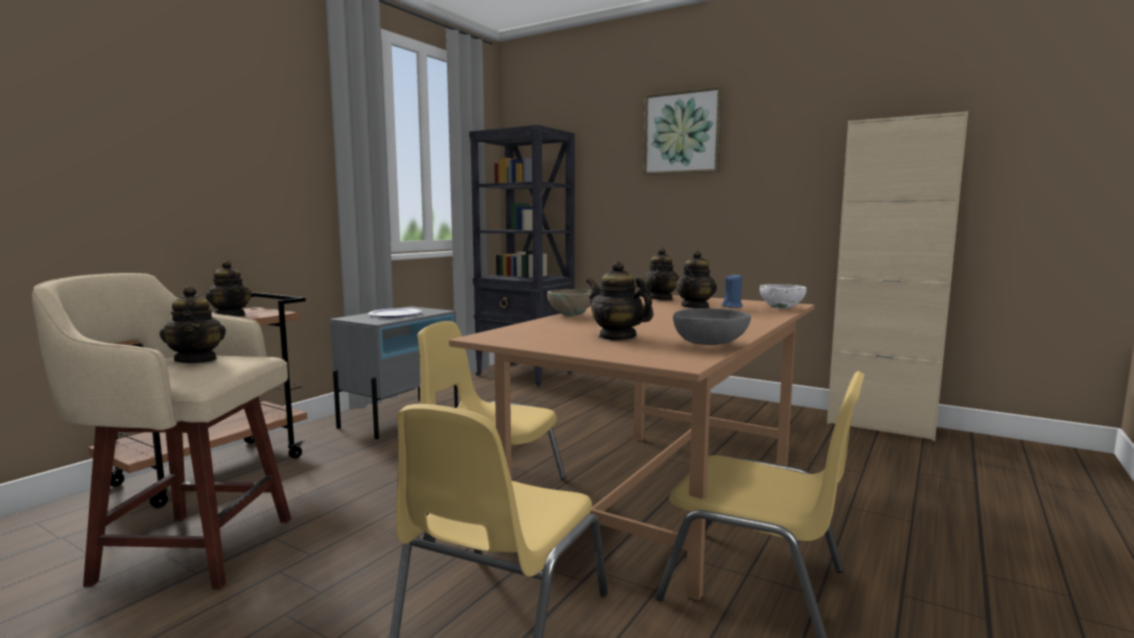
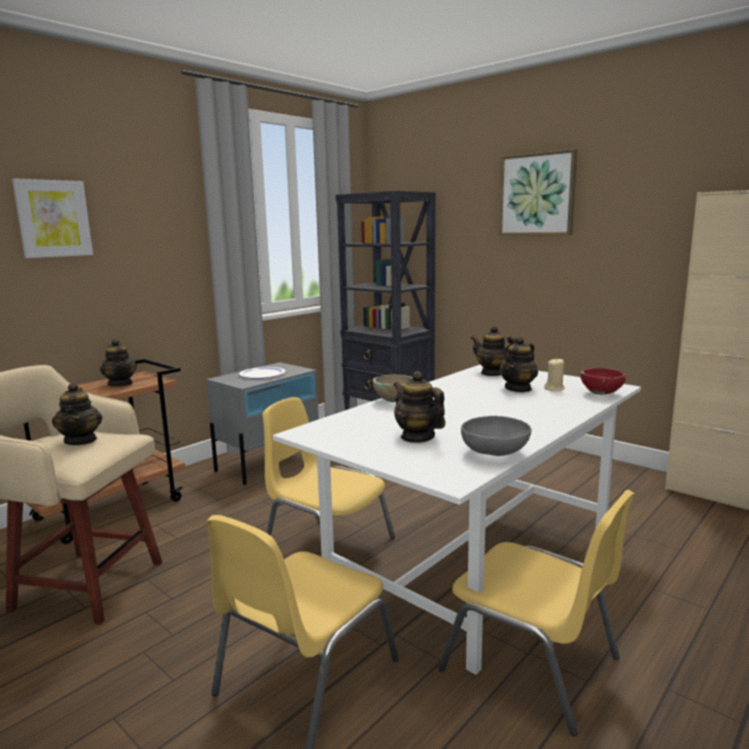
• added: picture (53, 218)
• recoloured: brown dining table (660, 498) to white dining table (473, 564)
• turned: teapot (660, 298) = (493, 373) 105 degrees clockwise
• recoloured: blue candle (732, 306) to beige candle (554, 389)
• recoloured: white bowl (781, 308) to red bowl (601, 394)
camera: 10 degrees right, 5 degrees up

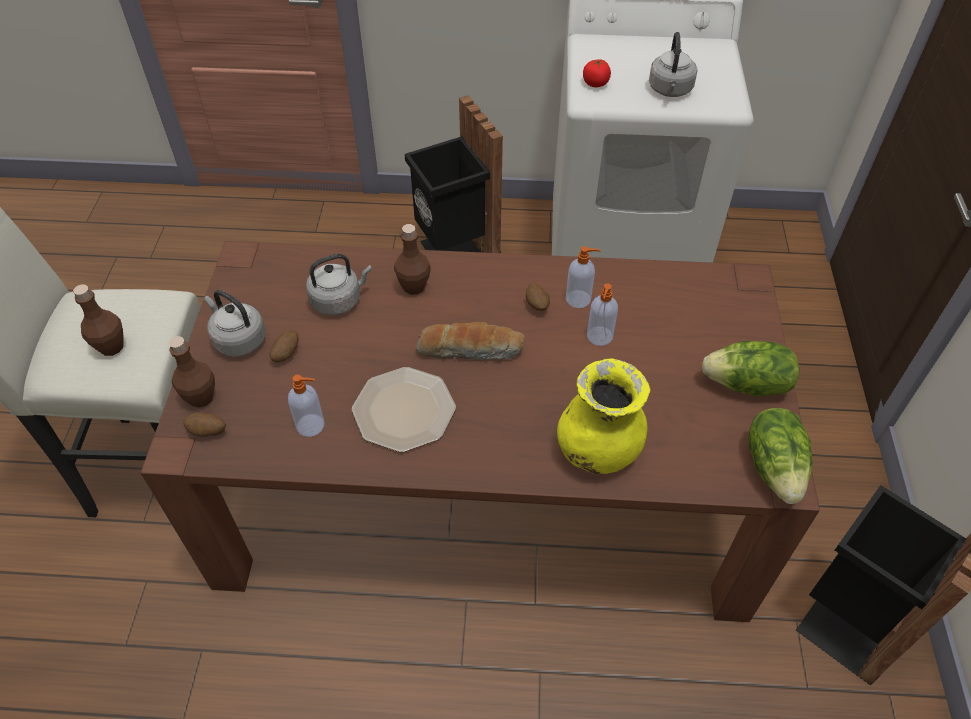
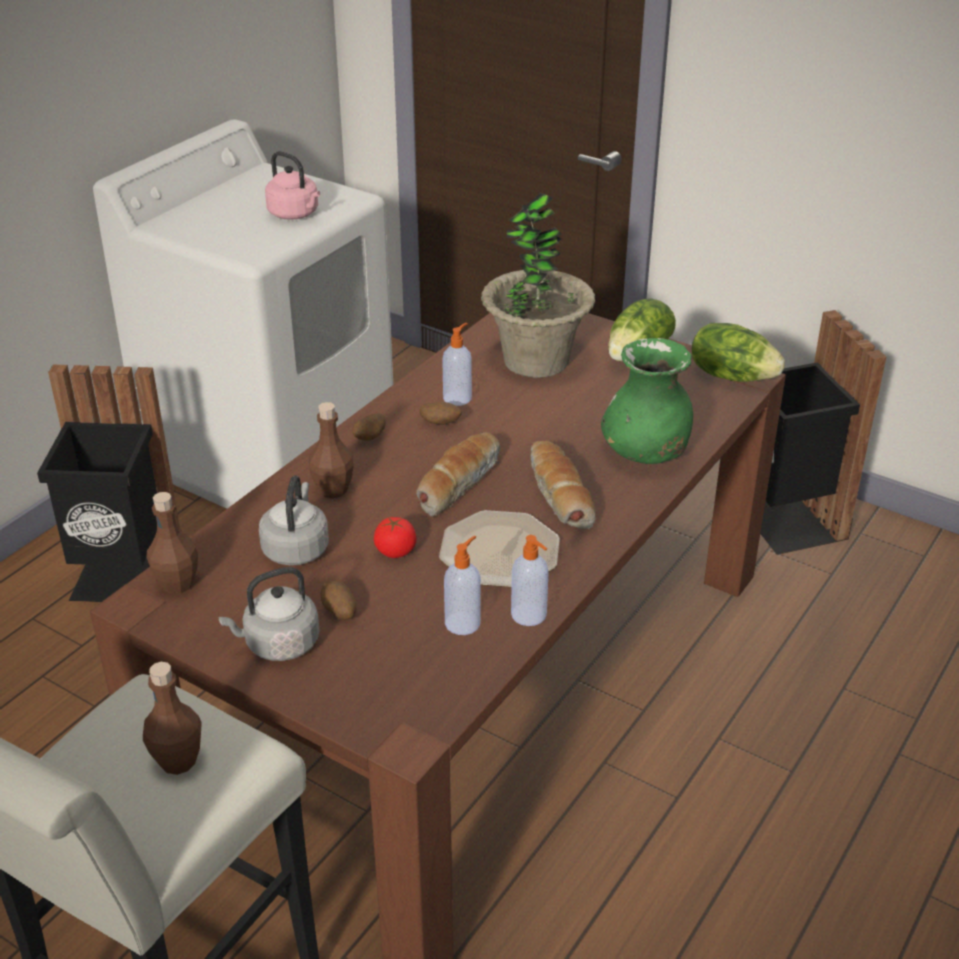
• moved: brown bottle (201, 397) to (177, 584)
• recoloured: grey kettle (670, 90) to pink kettle (295, 214)
• moved: potato (207, 432) to (370, 438)
• moved: tomato (595, 83) to (395, 550)
• added: potted plant (535, 361)
• moved: soap dispenser (599, 337) to (529, 615)
• added: bread (558, 495)
• recoloured: yellow vase (598, 450) to green vase (646, 454)
camera: 60 degrees left, 15 degrees down

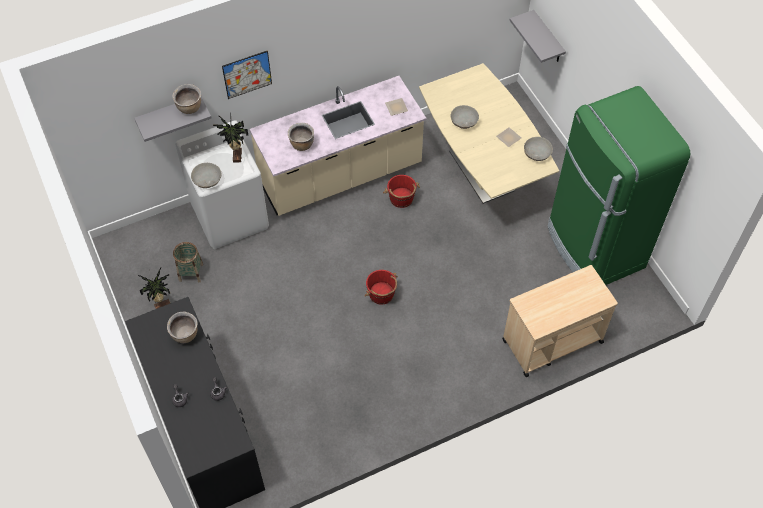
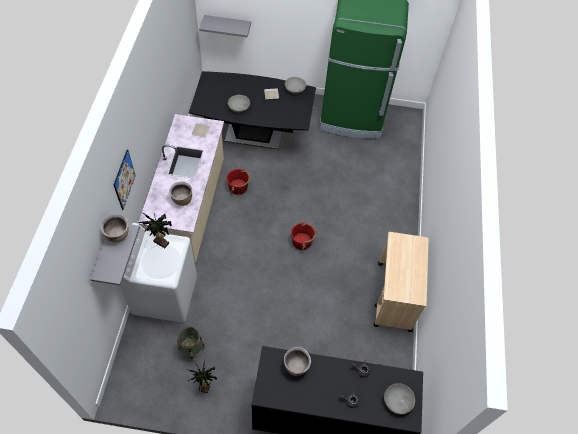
• recoloured: beige dining table (481, 171) to black dining table (254, 135)
• moved: beige cart (551, 341) to (394, 297)
• moved: grey bowl (207, 180) to (398, 401)
camera: 60 degrees left, 0 degrees up

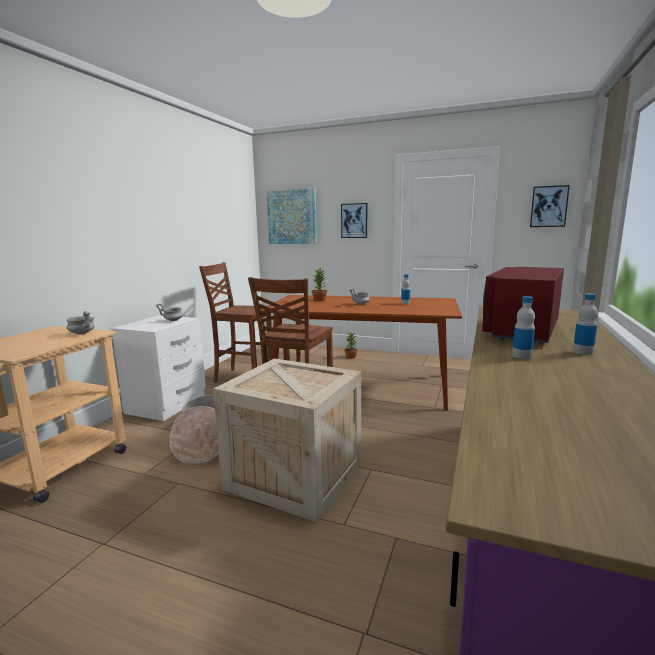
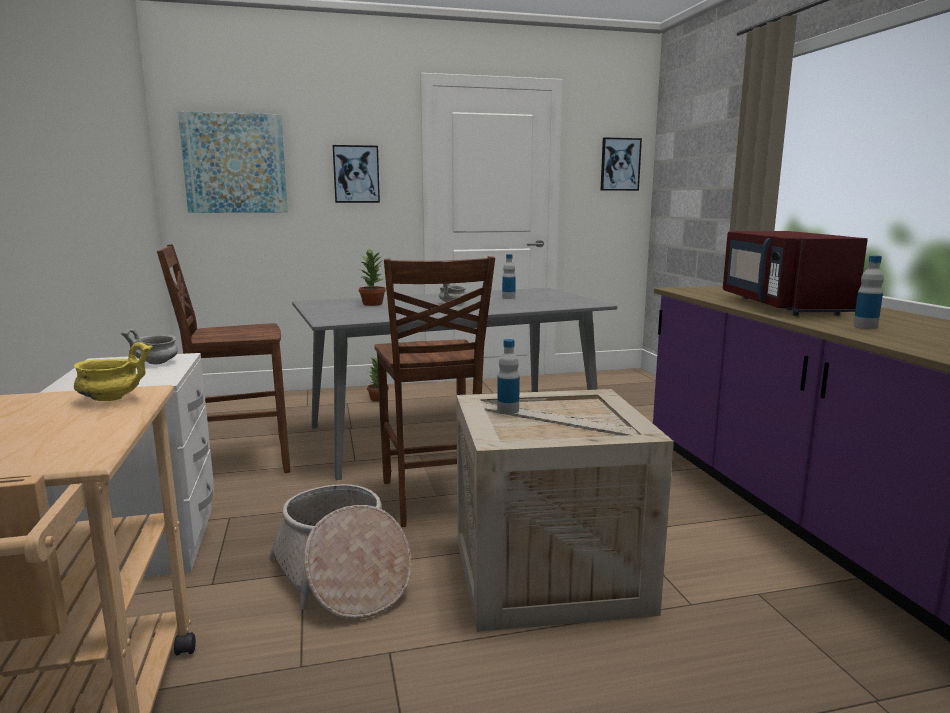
• recoloured: grey bowl (83, 333) to yellow bowl (113, 399)
• recoloured: brown dining table (362, 385) to grey dining table (453, 433)
• moved: bottle (583, 352) to (508, 410)
camera: 35 degrees left, 0 degrees up

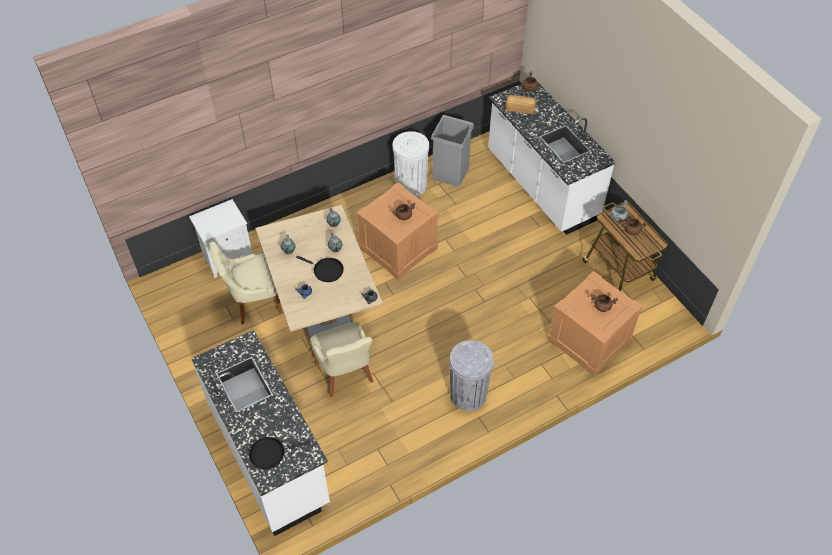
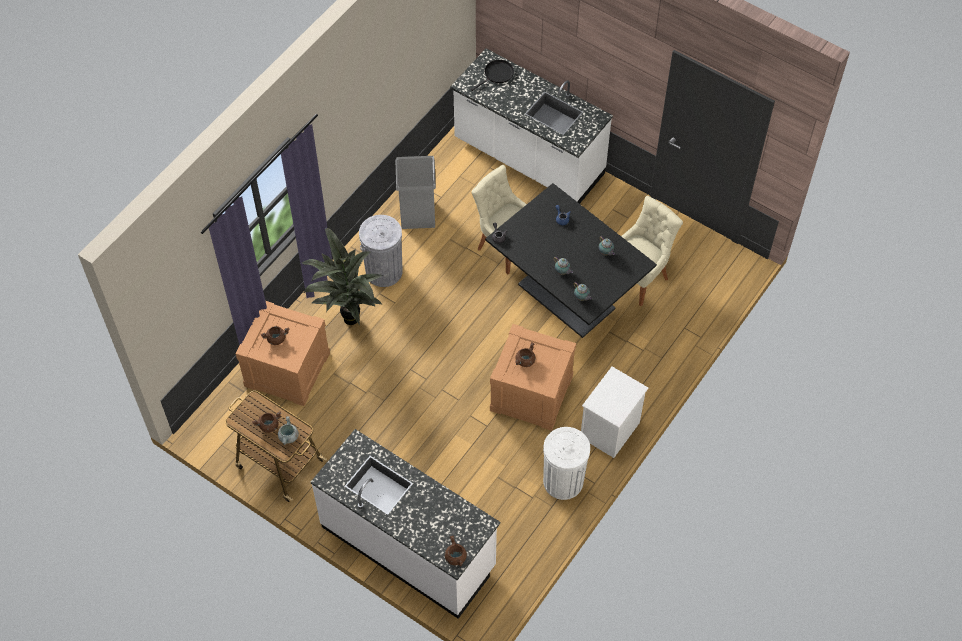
• added: potted plant (348, 321)
• moved: grey trash can (450, 173) to (418, 214)
• recoloured: beige dining table (323, 309) to black dining table (566, 296)
• moved: white nightstand (228, 257) to (610, 431)
• removed: black frying pan (326, 270)
• removed: bread (520, 108)
camera: 155 degrees right, 5 degrees up

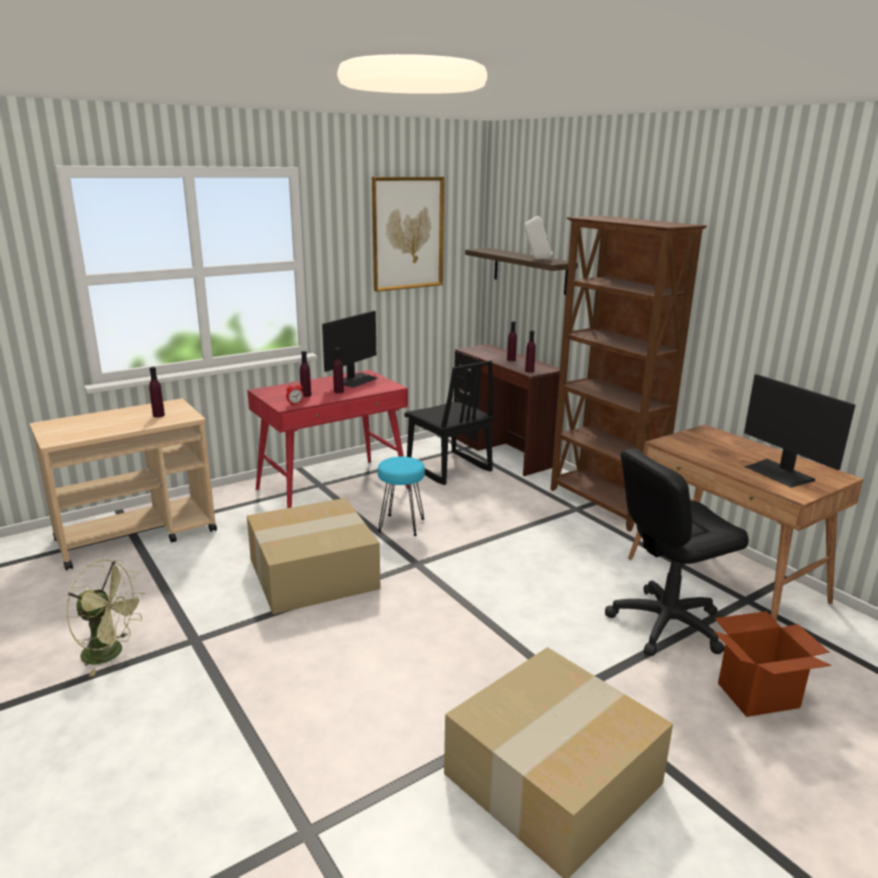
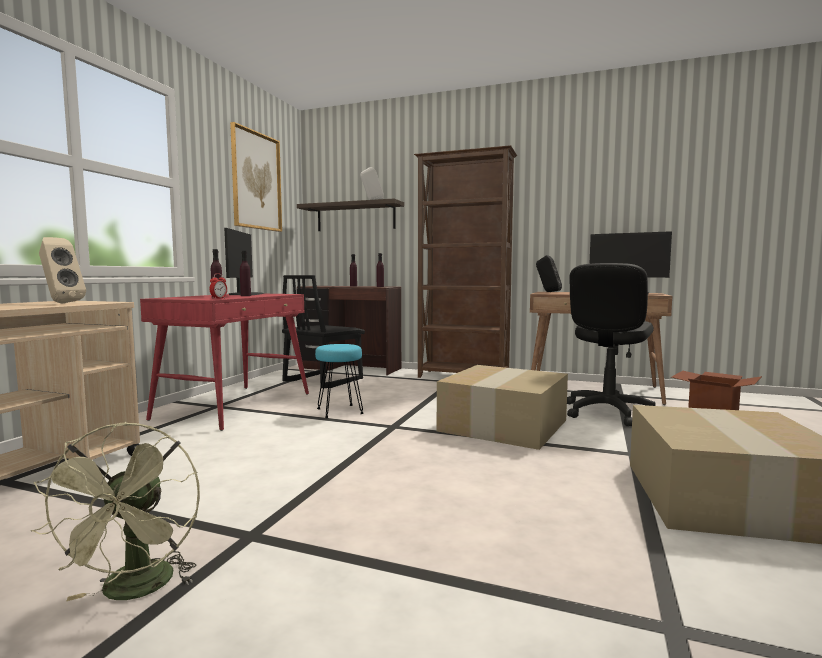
• turned: green fan (111, 653) = (135, 591) 105 degrees clockwise
• replaced: purple bottle (158, 415) to beige speaker (61, 303)
• turned: black chair (448, 468) = (322, 381) 105 degrees clockwise
• moved: cardboard box (314, 572) to (502, 424)
• added: black speaker (548, 292)
camera: 35 degrees left, 15 degrees down

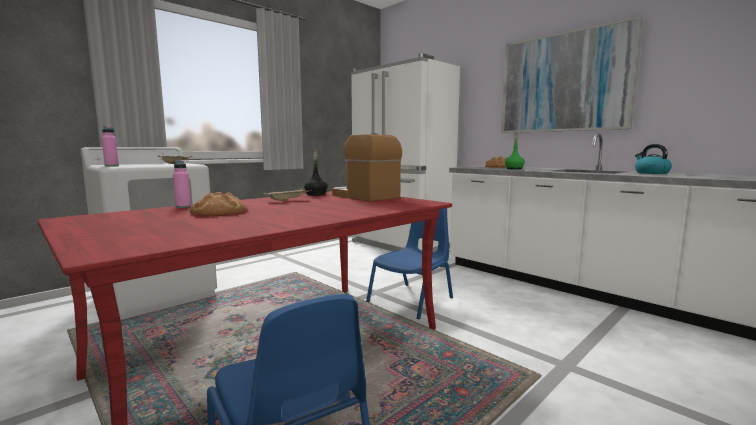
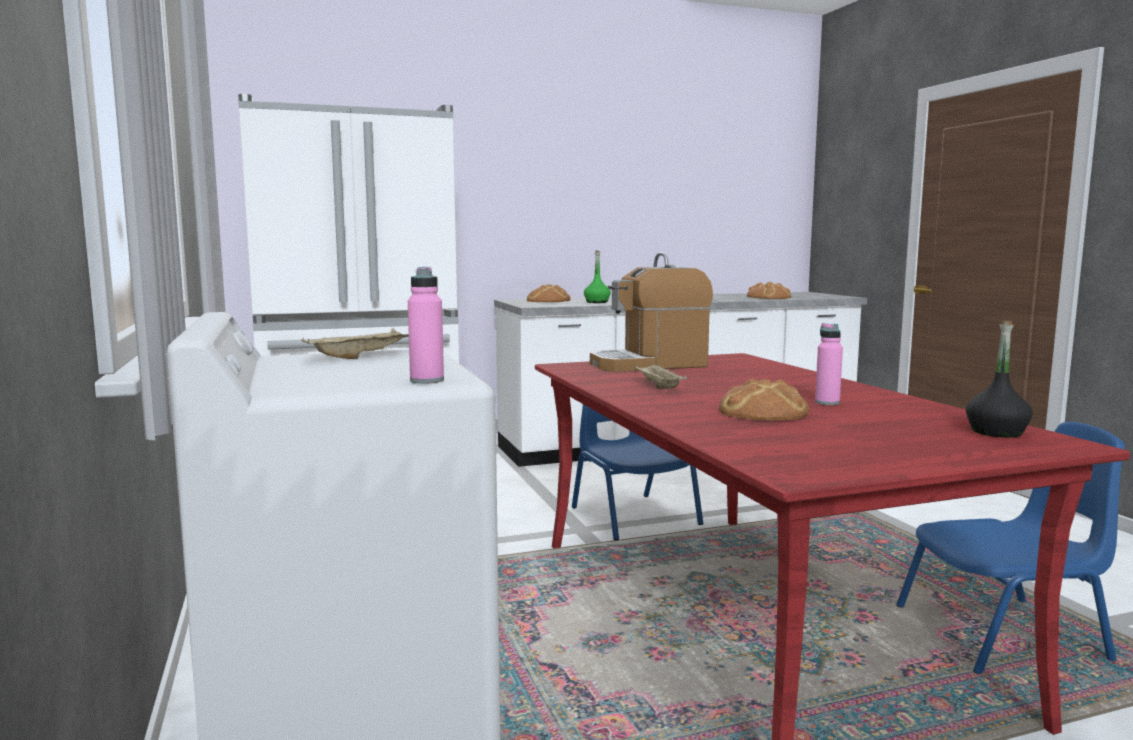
• added: bread (769, 297)
• moved: pink bottle (183, 207) to (827, 402)
• moved: black bottle (316, 194) to (996, 432)
• removed: picture (564, 83)
• removed: kettle (651, 173)
camera: 65 degrees left, 0 degrees up

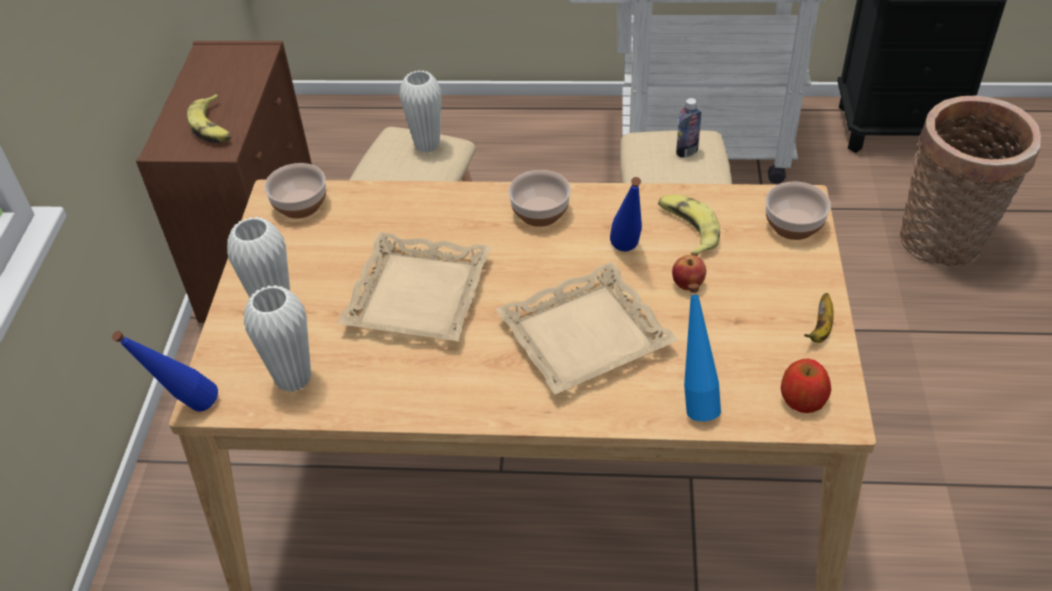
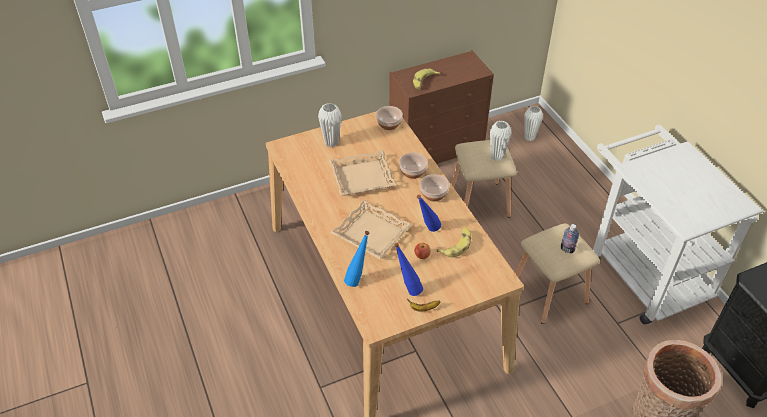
• moved: blue bottle (187, 409) to (407, 288)
• moved: bowl (792, 225) to (412, 171)
• moved: white vase (293, 378) to (529, 137)
• removed: apple (803, 398)
camera: 60 degrees right, 0 degrees up

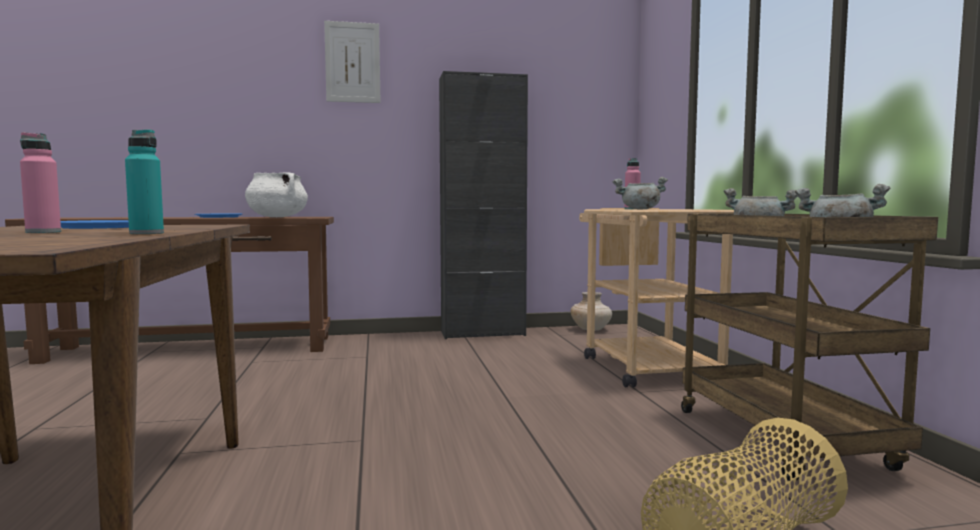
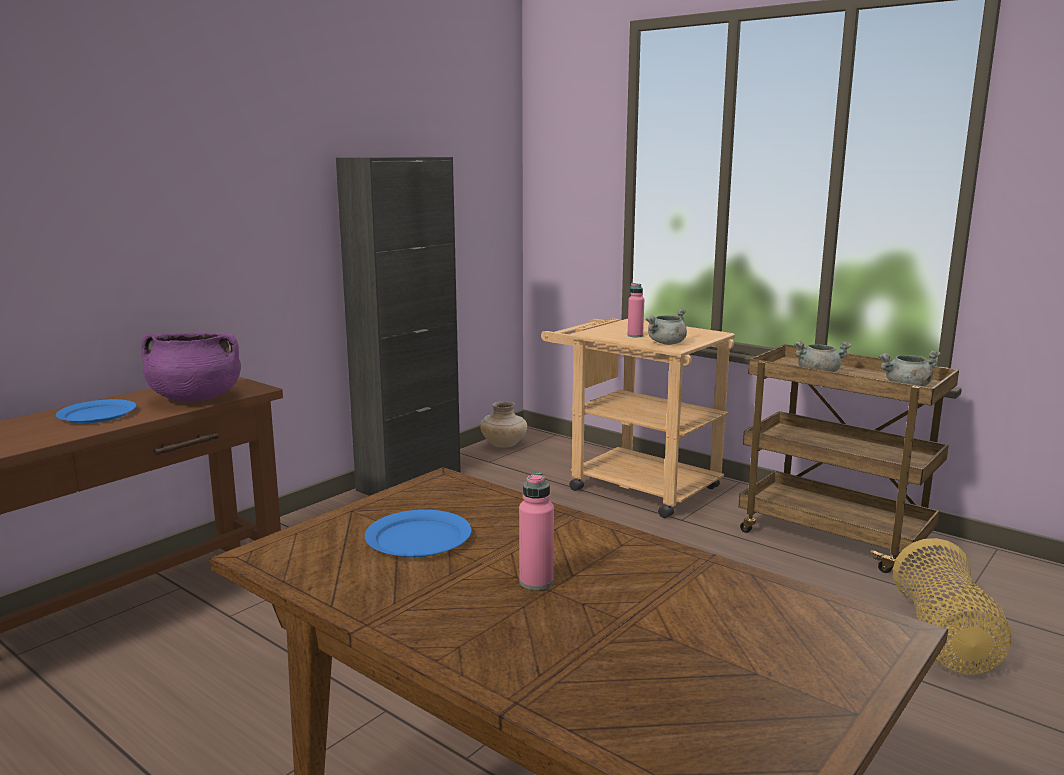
• recoloured: white cooking pot (277, 217) to purple cooking pot (195, 398)
• removed: turquoise bottle (146, 233)
• removed: picture (352, 62)
camera: 40 degrees left, 10 degrees up

